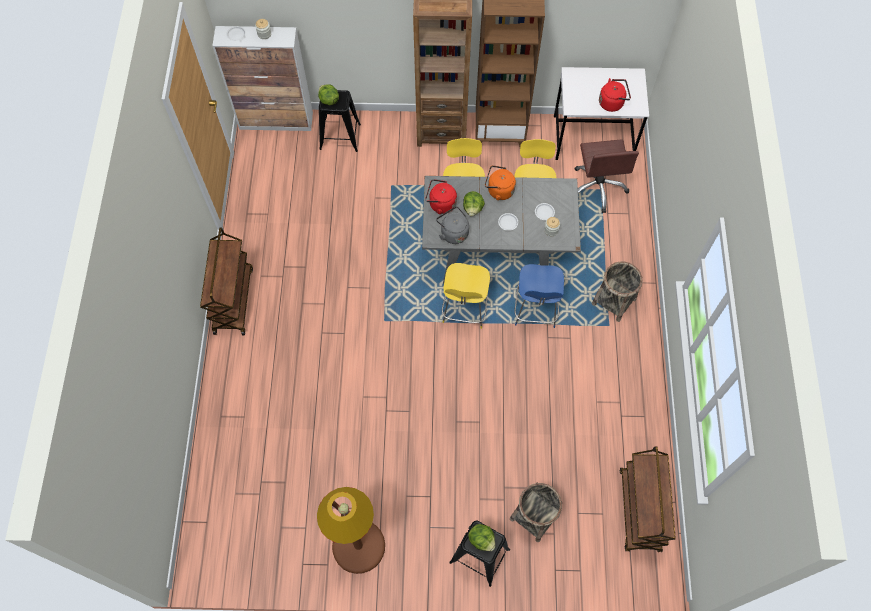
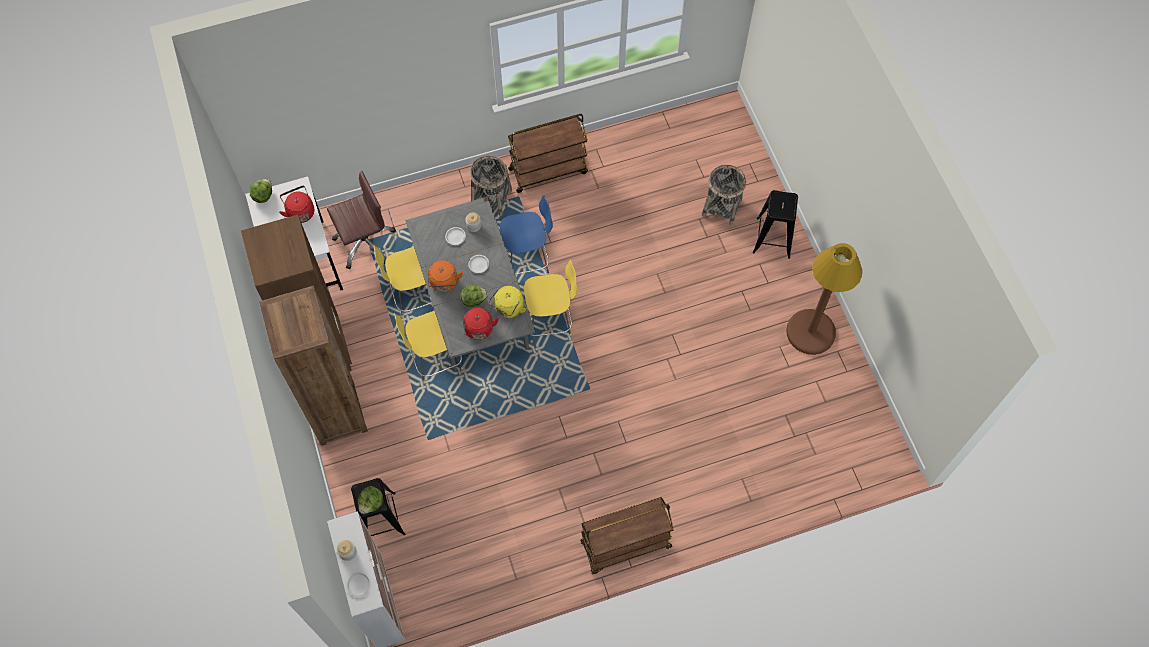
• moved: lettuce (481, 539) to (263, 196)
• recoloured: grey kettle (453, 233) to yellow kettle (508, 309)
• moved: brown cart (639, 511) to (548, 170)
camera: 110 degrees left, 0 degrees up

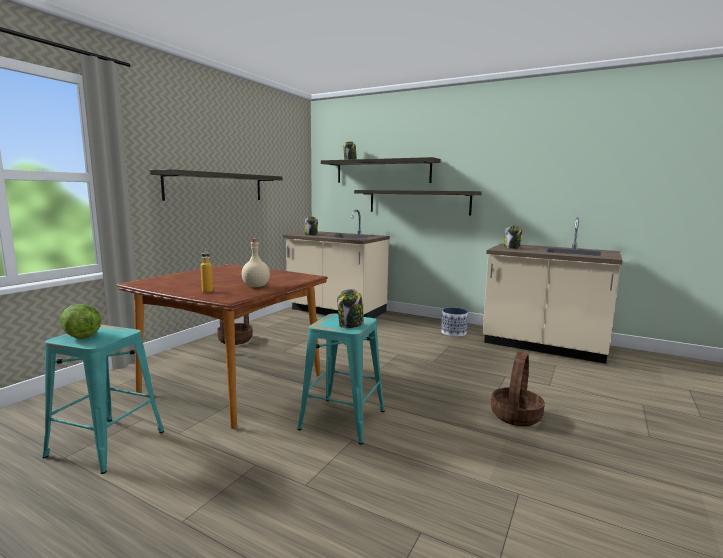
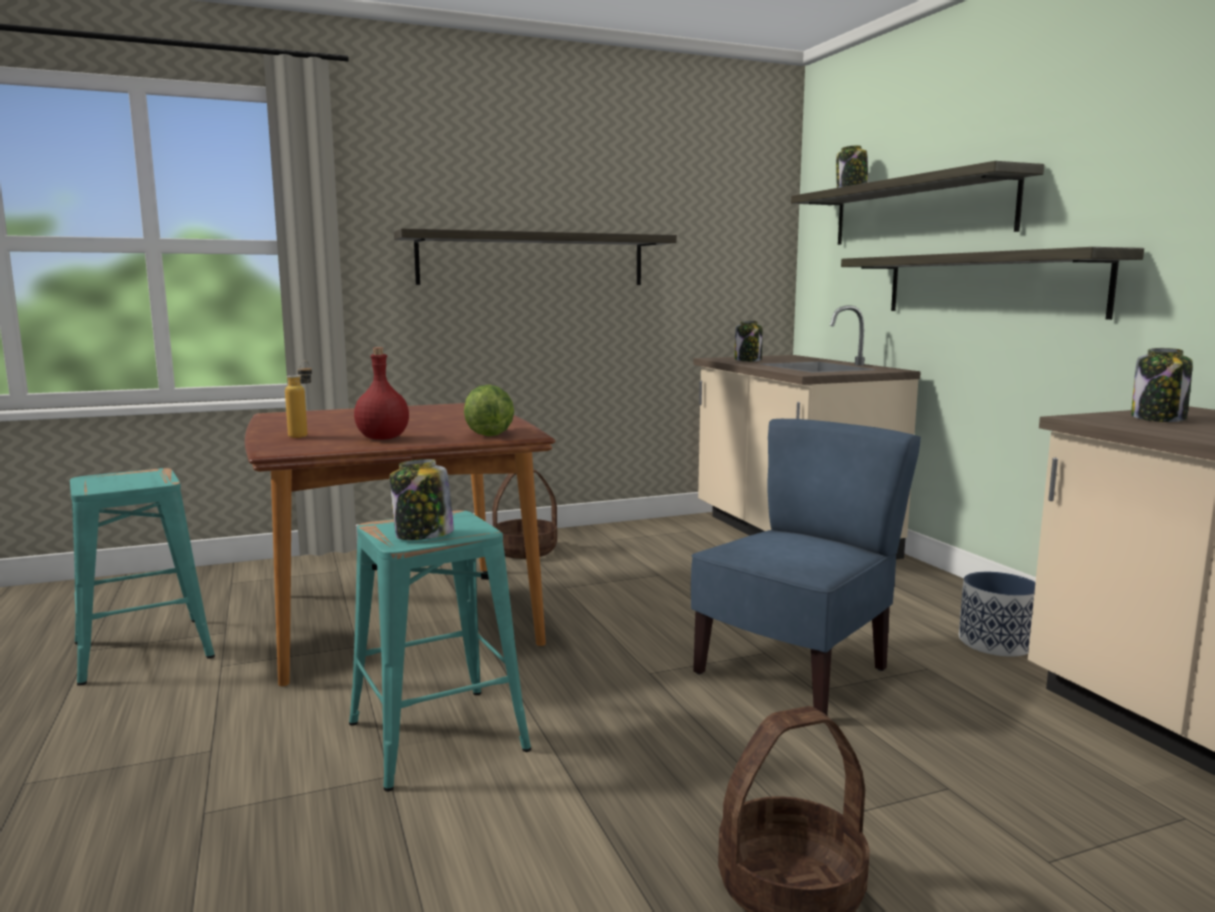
• recoloured: beige bottle (255, 286) to red bottle (382, 438)
• moved: lettuce (81, 336) to (489, 434)
• added: blue chair (794, 673)
camera: 40 degrees right, 0 degrees up

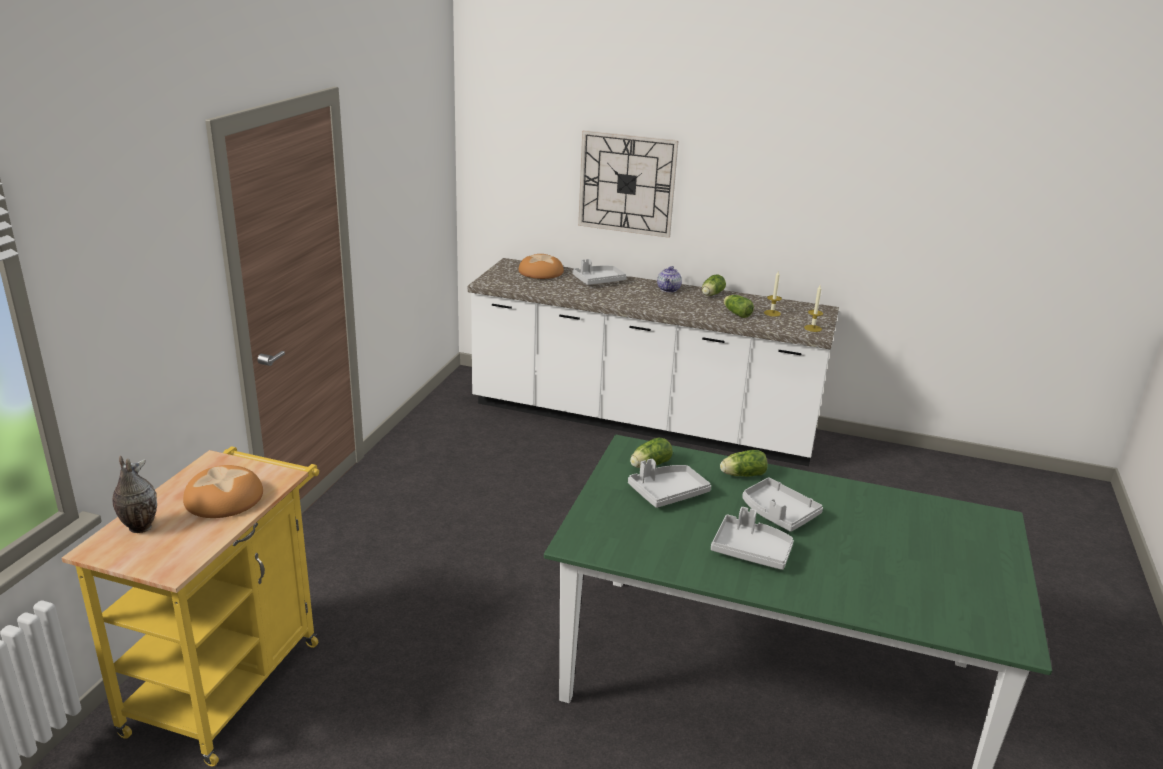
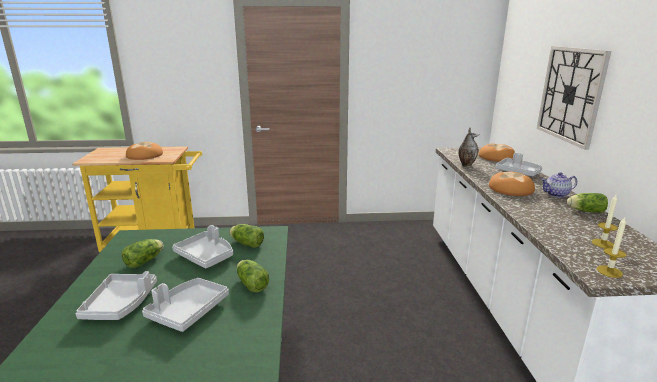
• moved: lettuce (736, 313) to (145, 261)
• moved: vase (139, 527) to (466, 165)
• added: bread (511, 189)
camera: 70 degrees right, 5 degrees down

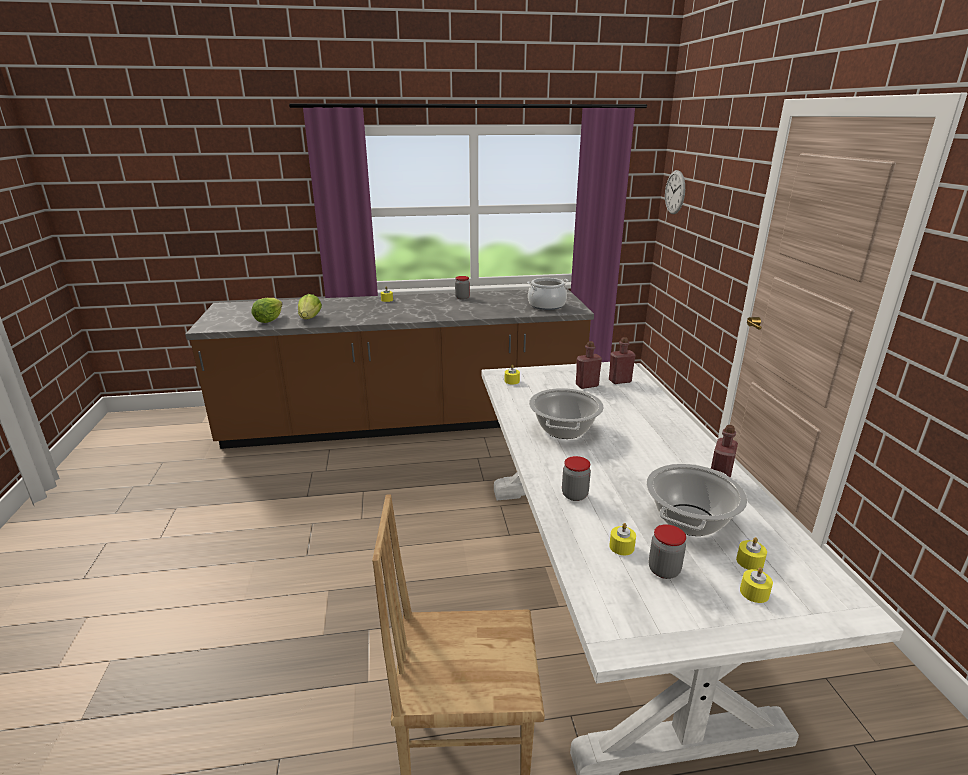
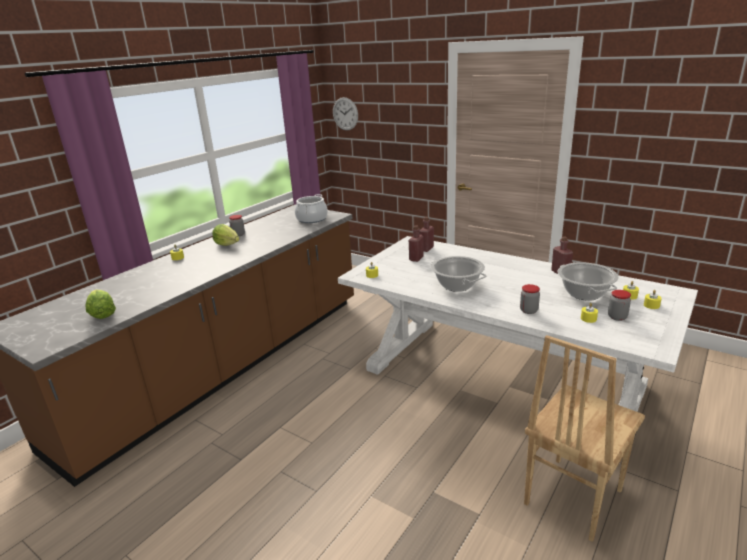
• moved: lettuce (310, 318) to (227, 244)
camera: 45 degrees left, 0 degrees up

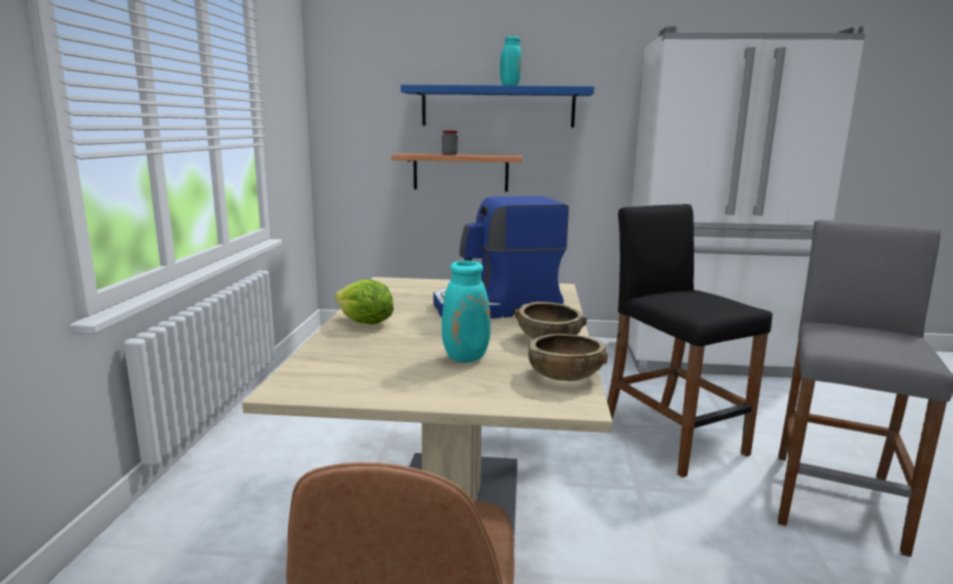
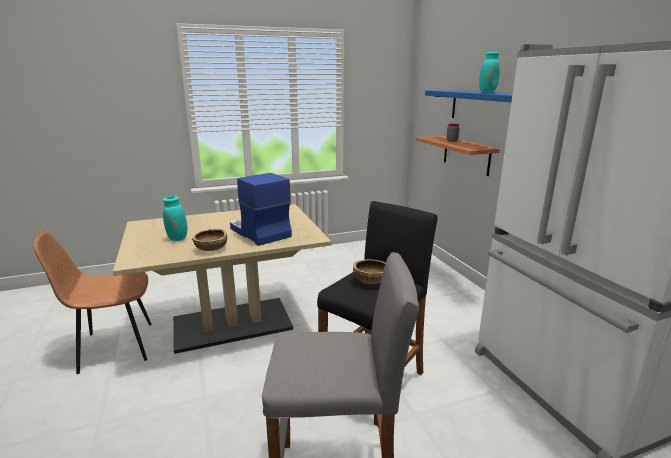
• moved: brown bowl (565, 376) to (370, 281)
• removed: lettuce (365, 323)
camera: 65 degrees right, 5 degrees up

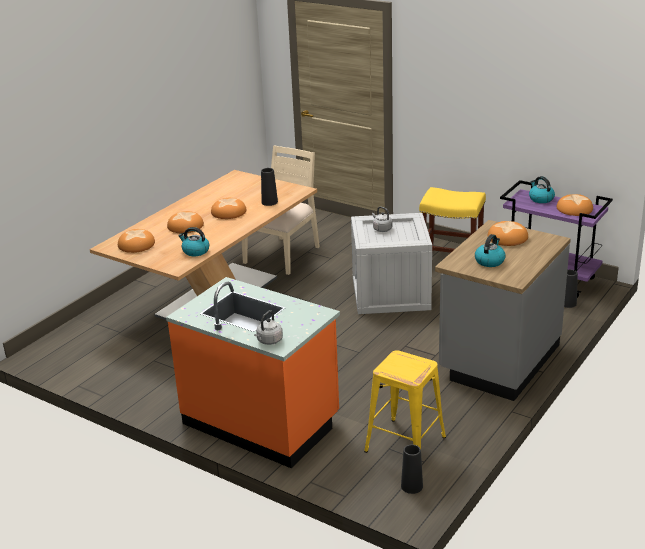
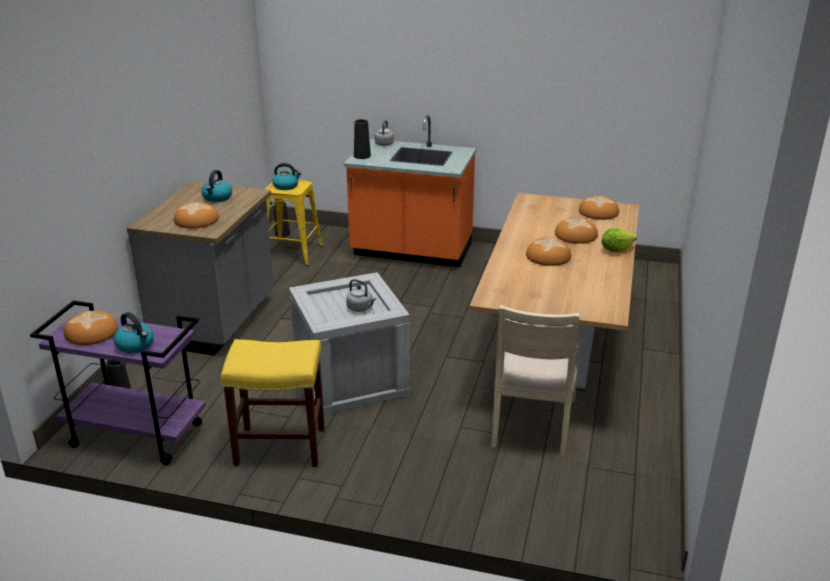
• moved: kettle (195, 251) to (286, 186)
• moved: black vase (269, 202) to (362, 156)
• added: lettuce (616, 250)
camera: 160 degrees right, 0 degrees up

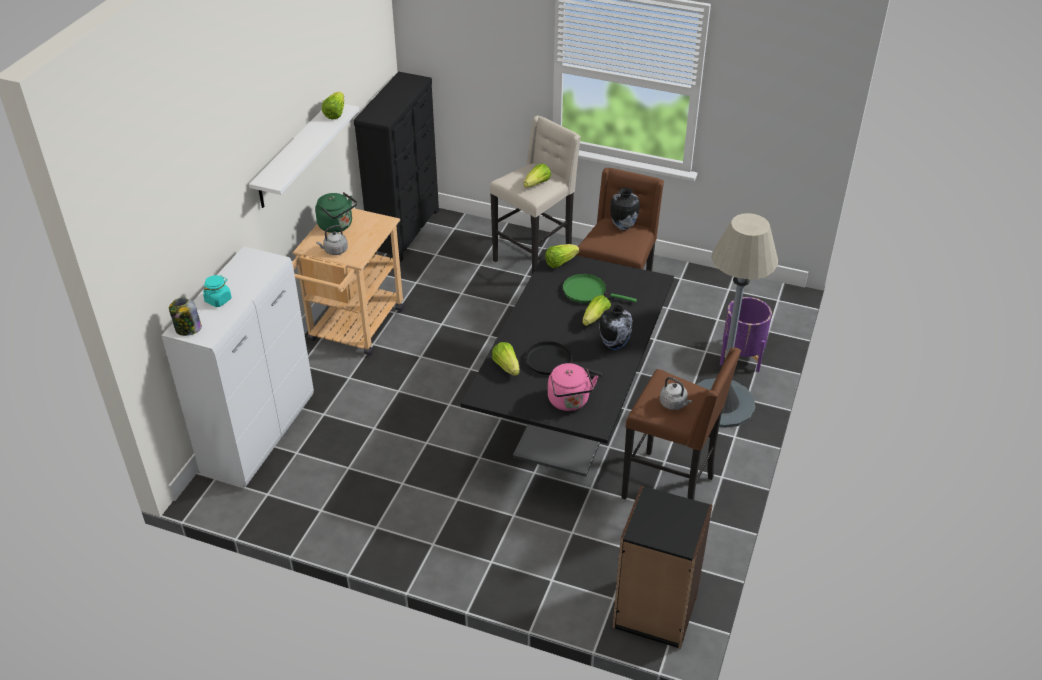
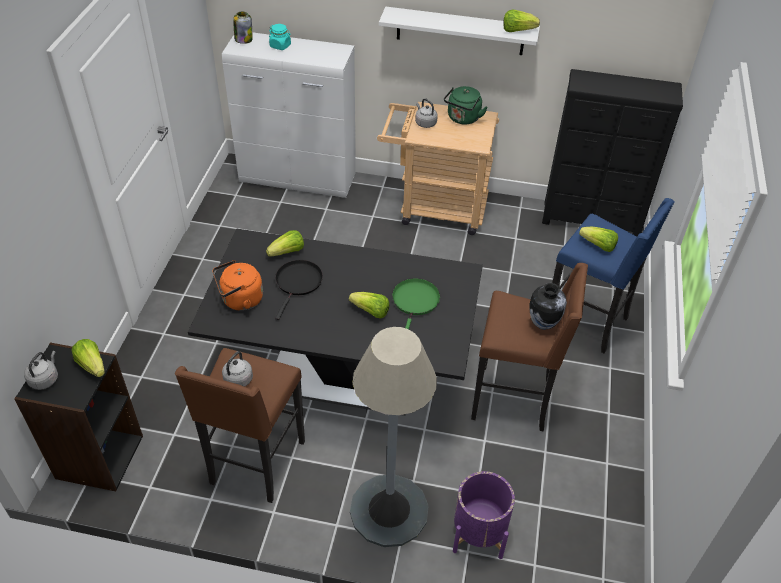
• added: grey kettle (45, 379)
• moved: lettuce (560, 262) to (92, 365)
• recoloured: pink kettle (569, 402) to orange kettle (240, 300)
• recoloured: beige stool (534, 259) to blue stool (588, 322)
• removed: vase (614, 345)
camera: 80 degrees right, 5 degrees up

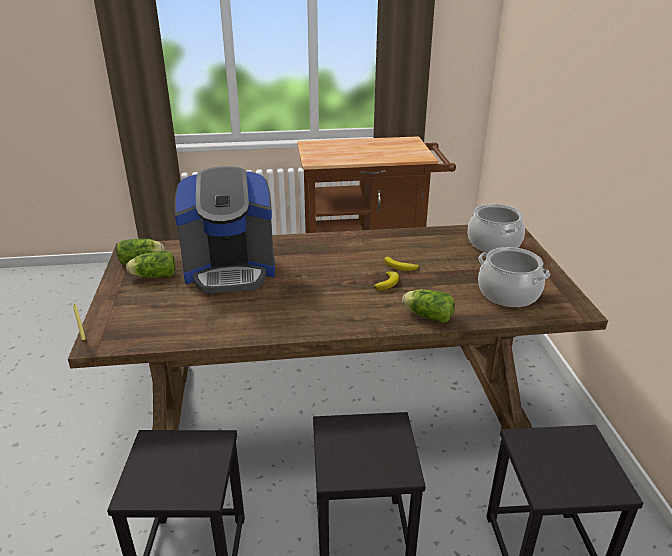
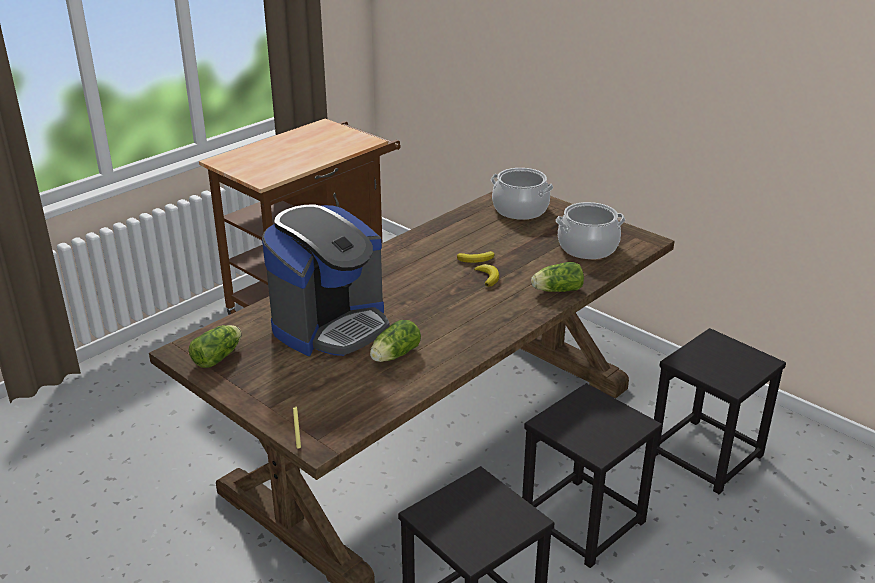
• moved: lettuce (152, 276) to (393, 356)
camera: 40 degrees left, 0 degrees up

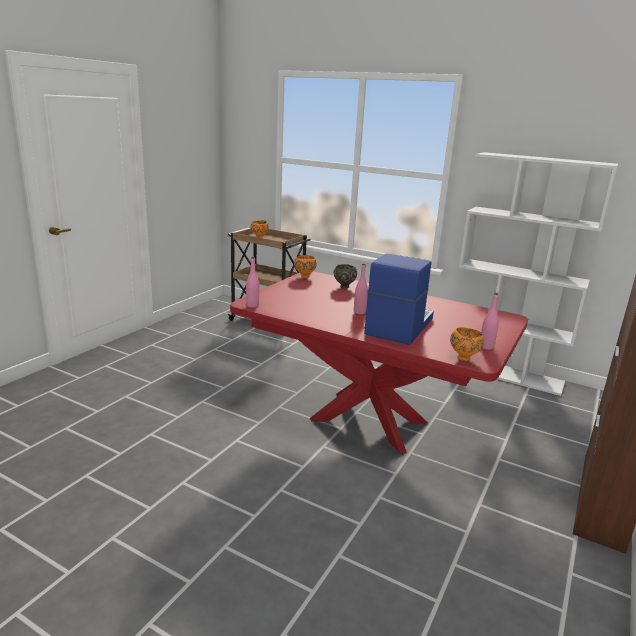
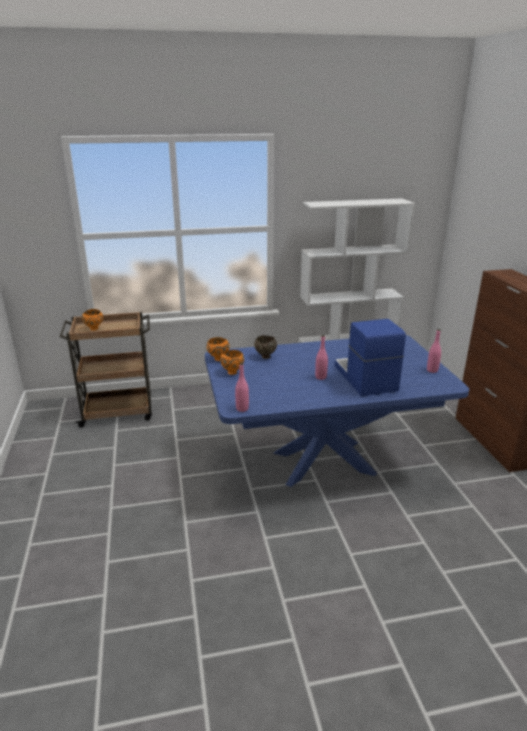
• recoloured: red dining table (368, 420) to blue dining table (323, 462)
• moved: orange bowl (464, 358) to (232, 372)
camera: 40 degrees left, 5 degrees up

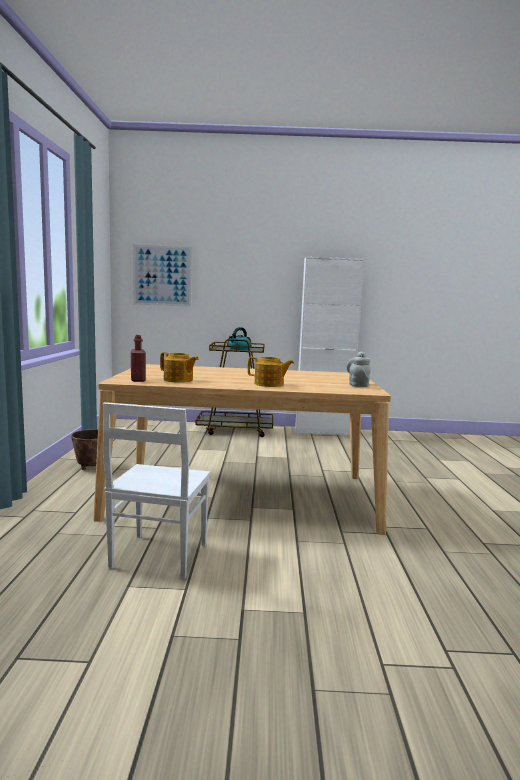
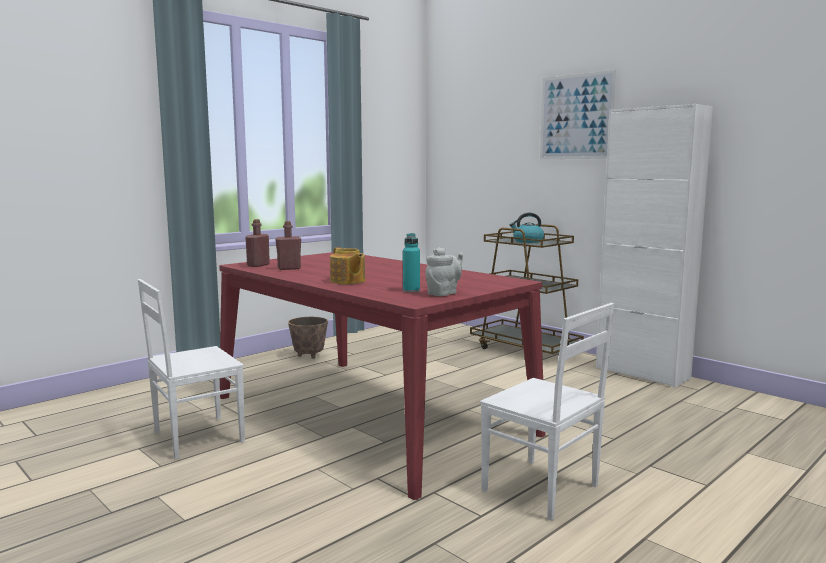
• recoloured: beige dining table (243, 496) to red dining table (369, 414)
• replaced: teapot (178, 380) to red bottle (289, 268)
• added: turquoise bottle (411, 290)
• added: white chair (541, 490)
• moved: picture (162, 275) to (576, 117)
camera: 45 degrees right, 0 degrees up

